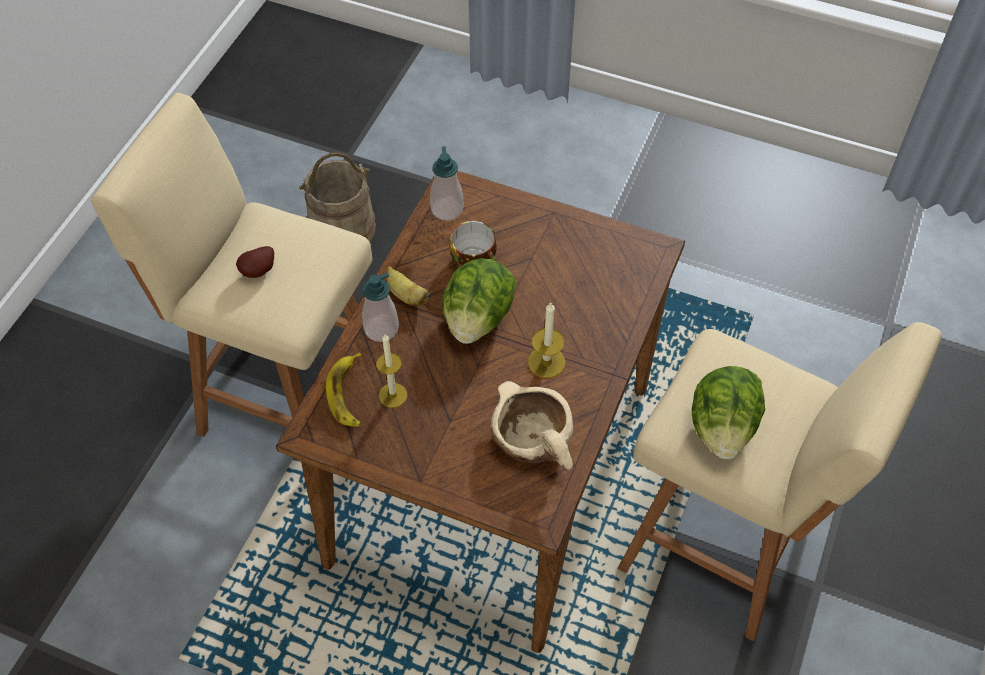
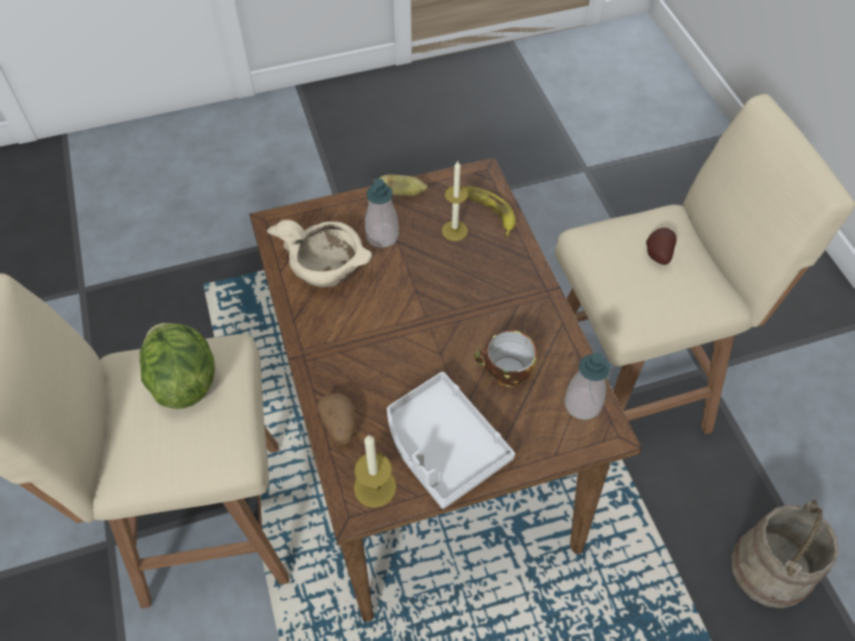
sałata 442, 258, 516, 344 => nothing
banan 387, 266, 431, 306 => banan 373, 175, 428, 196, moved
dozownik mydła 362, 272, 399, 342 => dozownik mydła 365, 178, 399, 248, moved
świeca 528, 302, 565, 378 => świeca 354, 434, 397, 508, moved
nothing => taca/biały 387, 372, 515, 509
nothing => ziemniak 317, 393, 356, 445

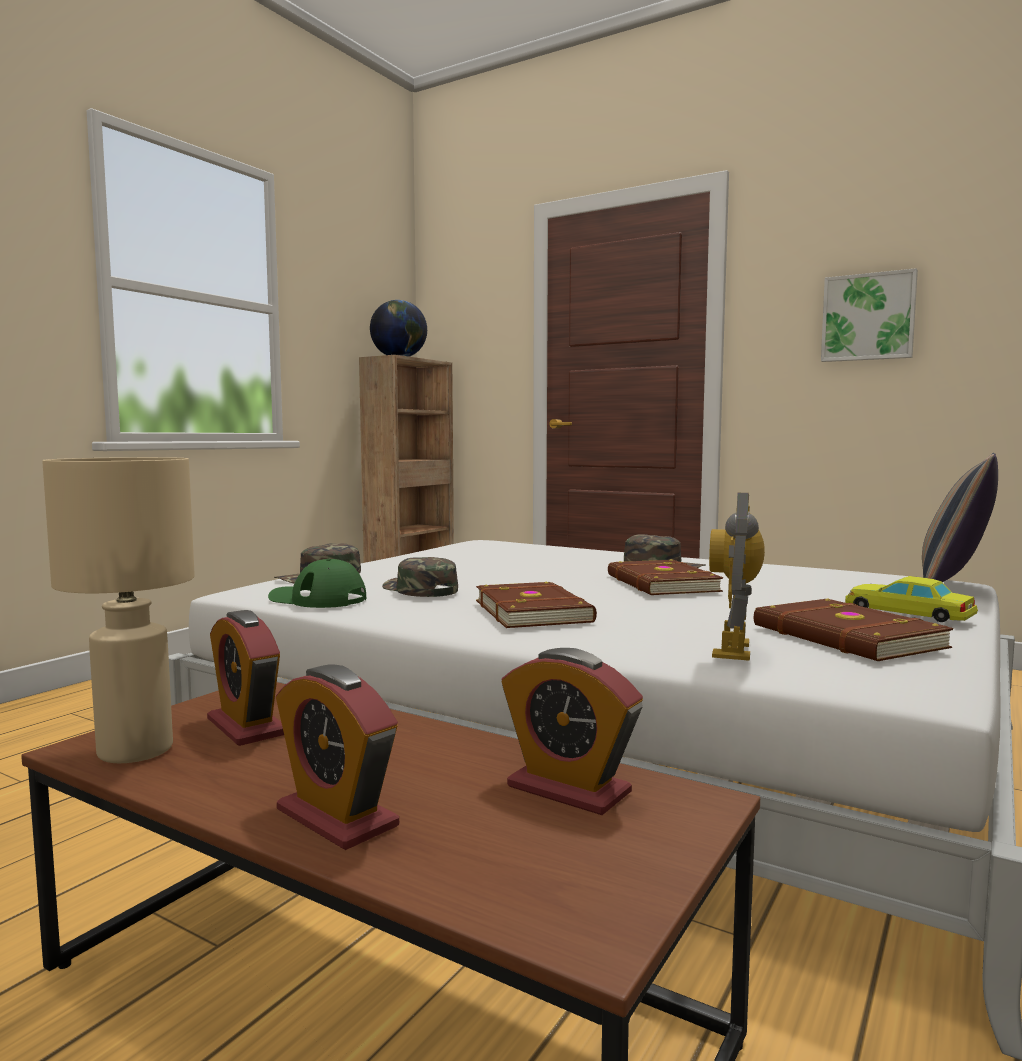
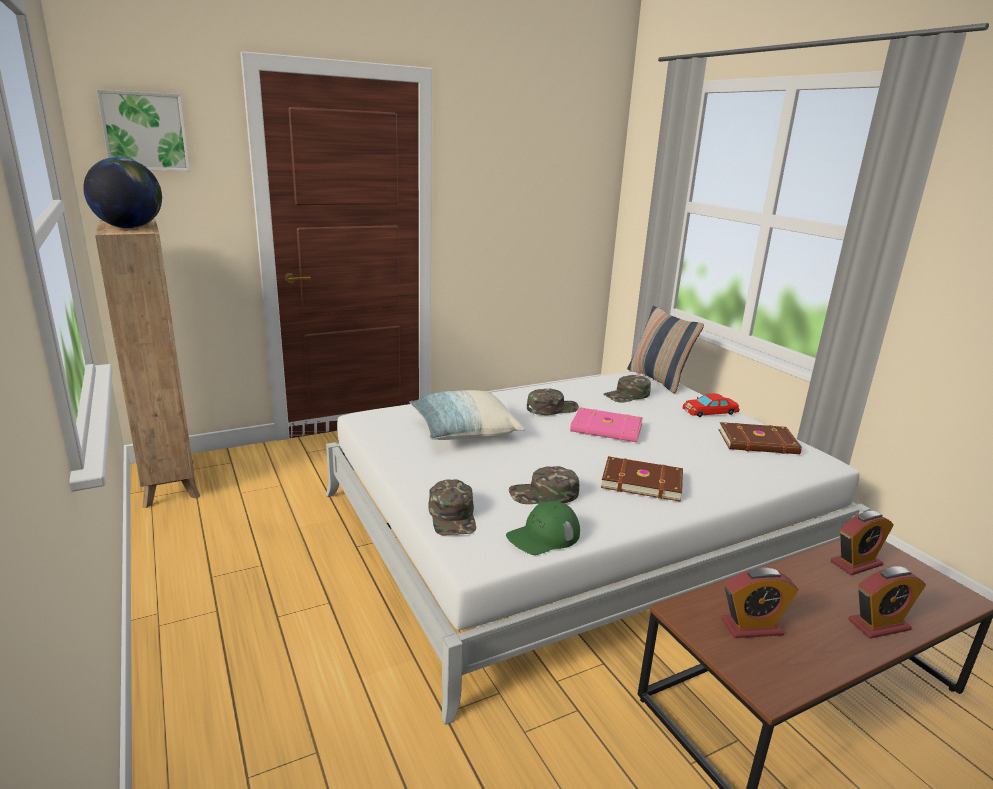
obraz 821, 268, 918, 362 => obraz 97, 89, 190, 171, moved
lampa stołowa/beżowy 42, 457, 195, 763 => nothing
robot zabawkowy 709, 493, 765, 661 => nothing
książka/brązowy 608, 559, 724, 595 => książka/różowy 570, 407, 643, 442
samochodzik/żółty 845, 576, 978, 622 => samochodzik/czerwony 683, 394, 740, 417
nothing => czapka z daszkiem/zielony 603, 375, 651, 403
nothing => poduszka 409, 390, 525, 440

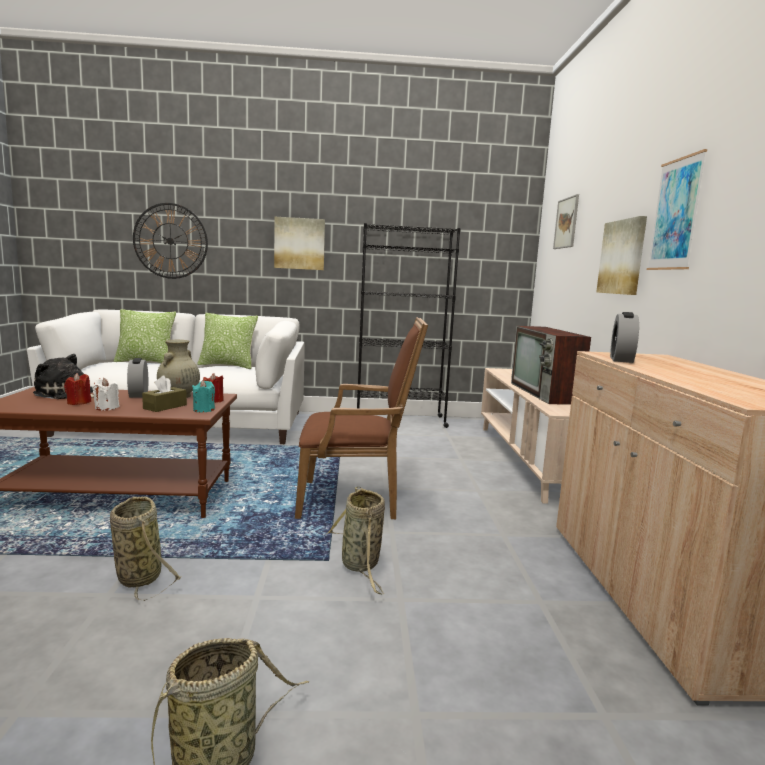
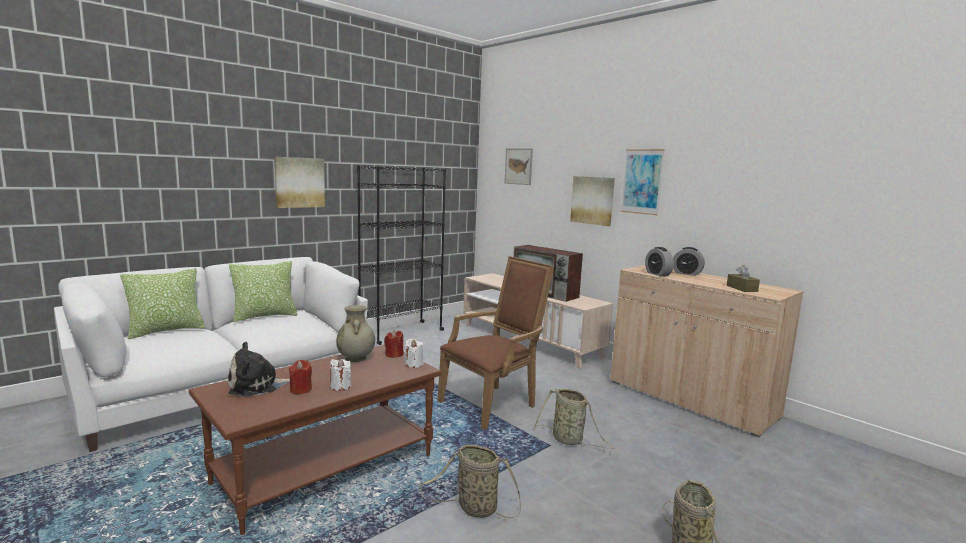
zegar ścienny 133, 203, 208, 279 => nothing
budzik 127, 358, 148, 398 => budzik 673, 247, 705, 276, moved
pudełko chusteczek/brązowy 142, 375, 187, 412 => pudełko chusteczek/brązowy 727, 265, 760, 292, moved
świeca/turkusowy 192, 380, 215, 412 => świeca/biały 404, 339, 424, 368

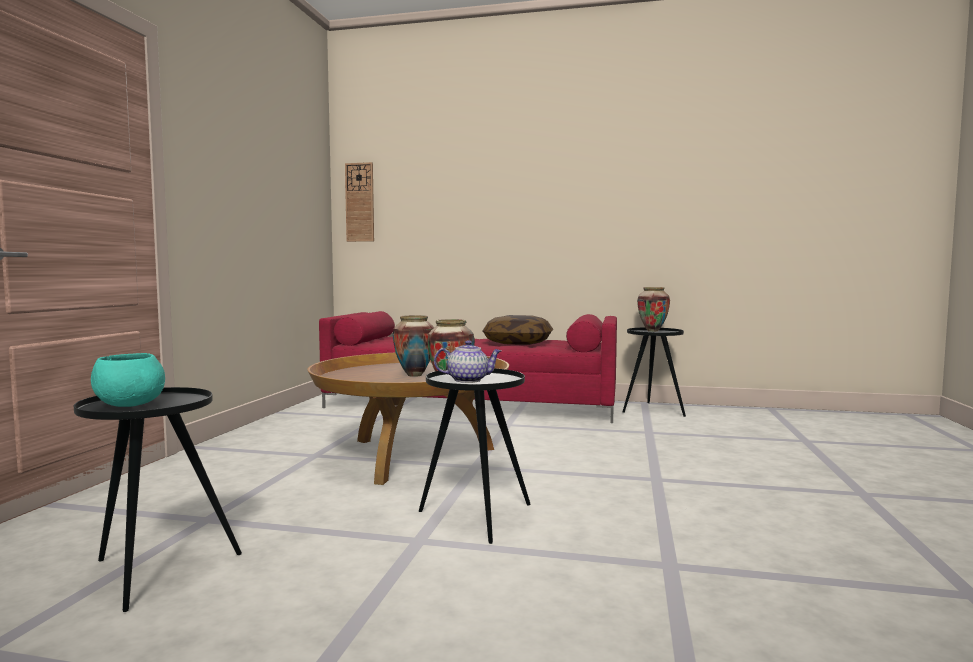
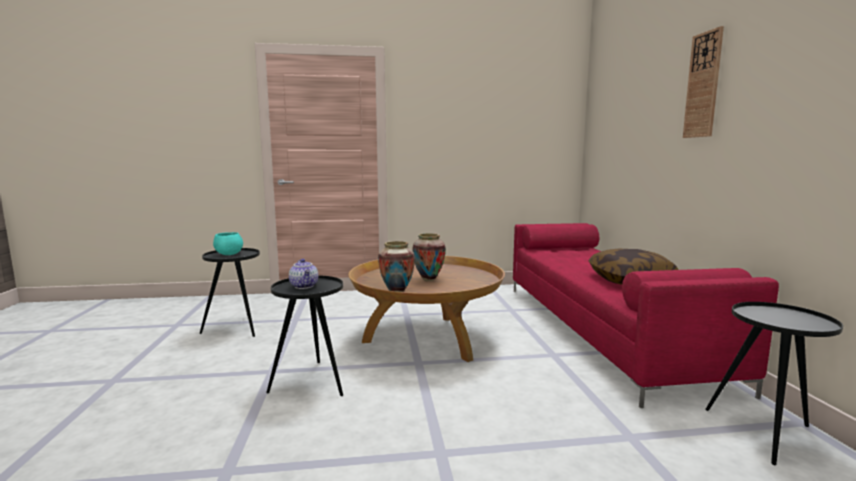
zegar ścienny 345, 162, 374, 242 => zegar ścienny 683, 26, 724, 138, moved
wazon 637, 287, 670, 332 => nothing

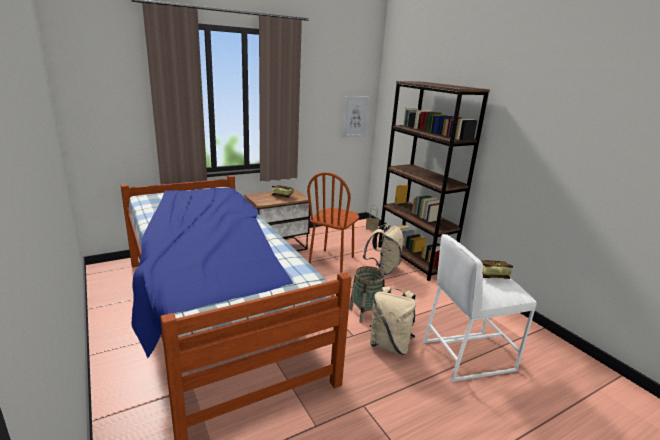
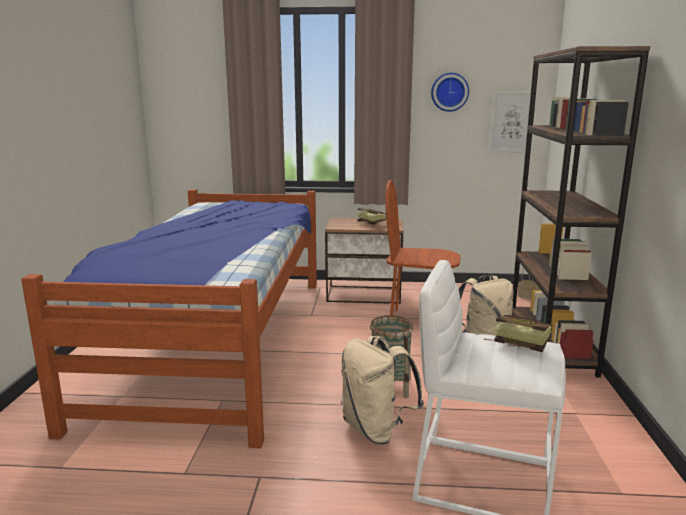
krzesło/brązowy 307, 172, 359, 273 => krzesło/brązowy 385, 180, 461, 315, 45 degrees clockwise
nothing => zegar ścienny 431, 73, 469, 112

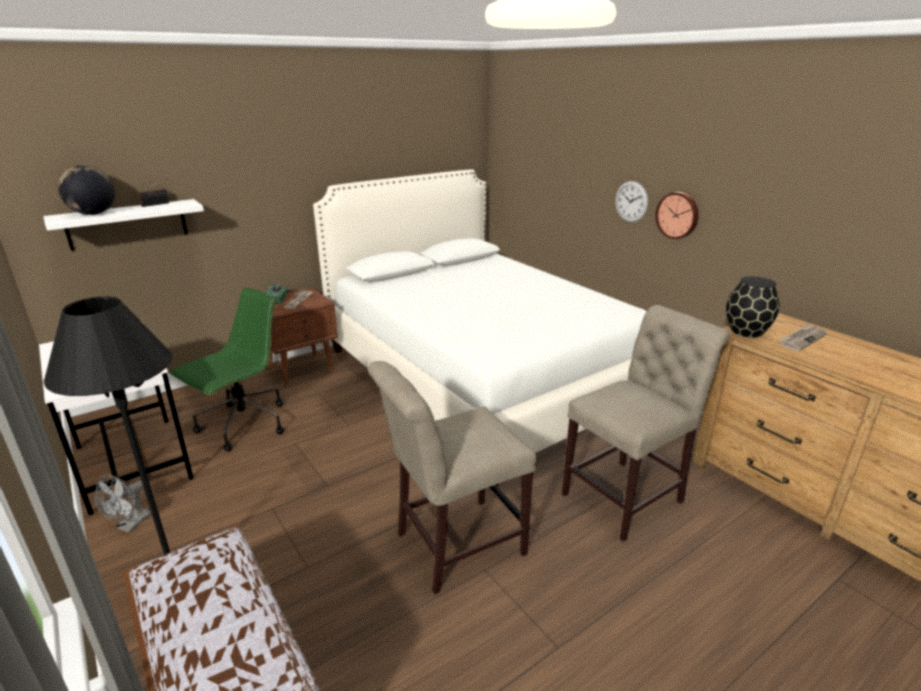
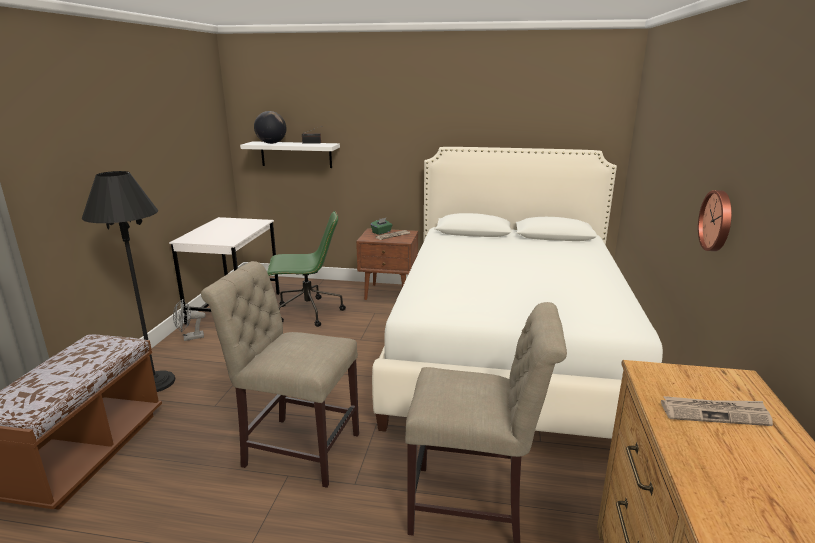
zegar ścienny 615, 181, 648, 222 => nothing
wazon/czarny 726, 276, 779, 338 => nothing

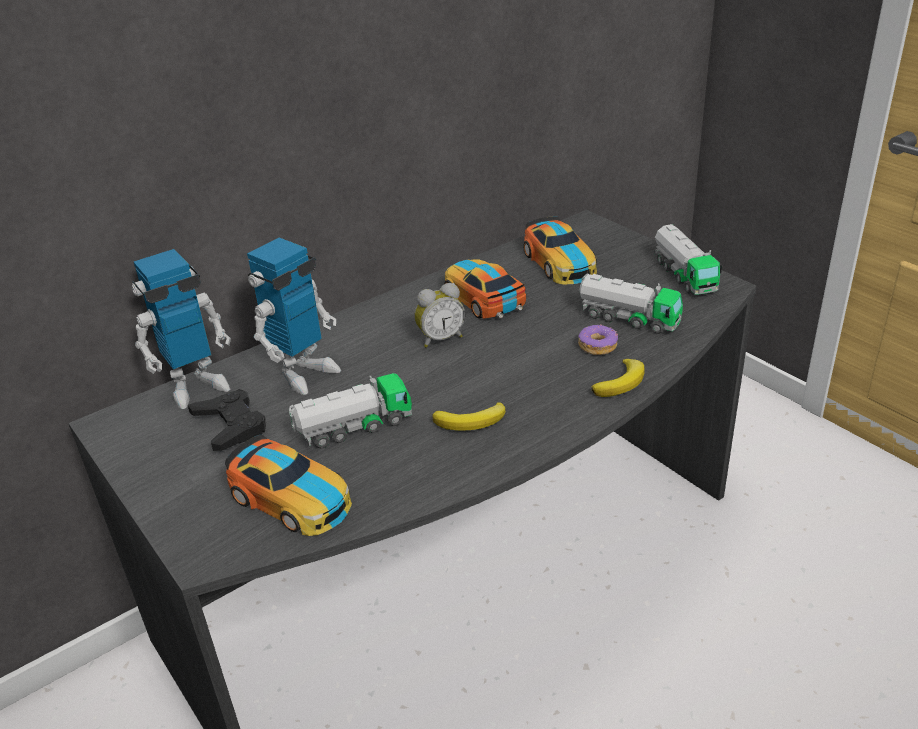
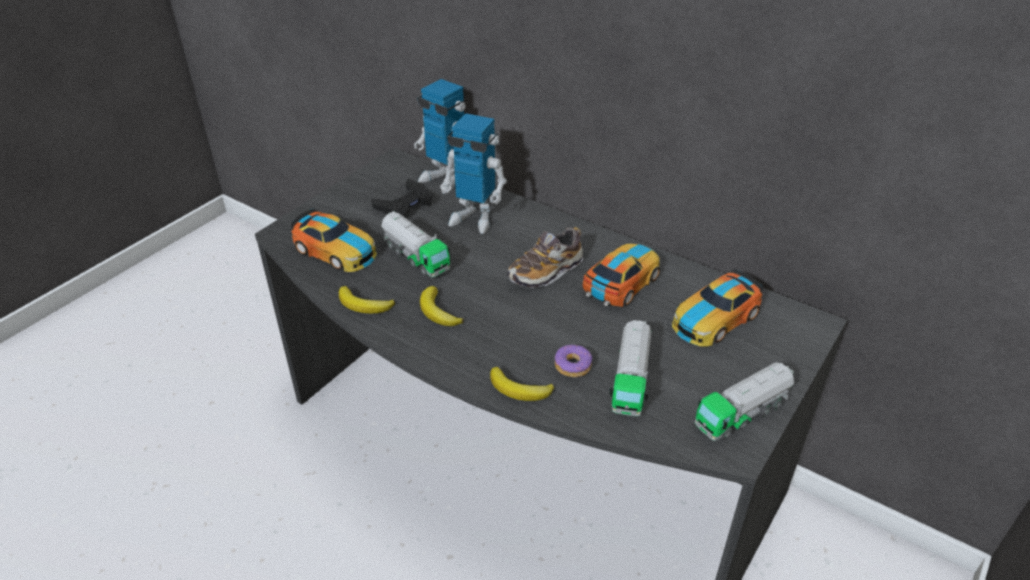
budzik 415, 283, 465, 348 => but 508, 227, 584, 288
samochodzik 225, 434, 352, 536 => samochodzik 291, 209, 377, 272, 75 degrees counterclockwise
nothing => banan 339, 286, 395, 313

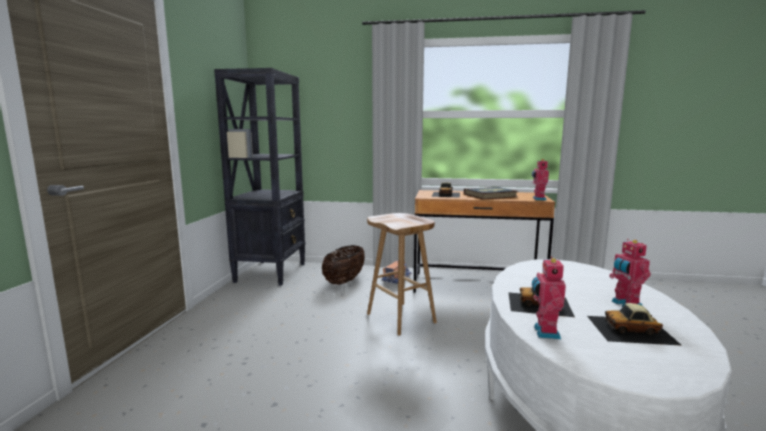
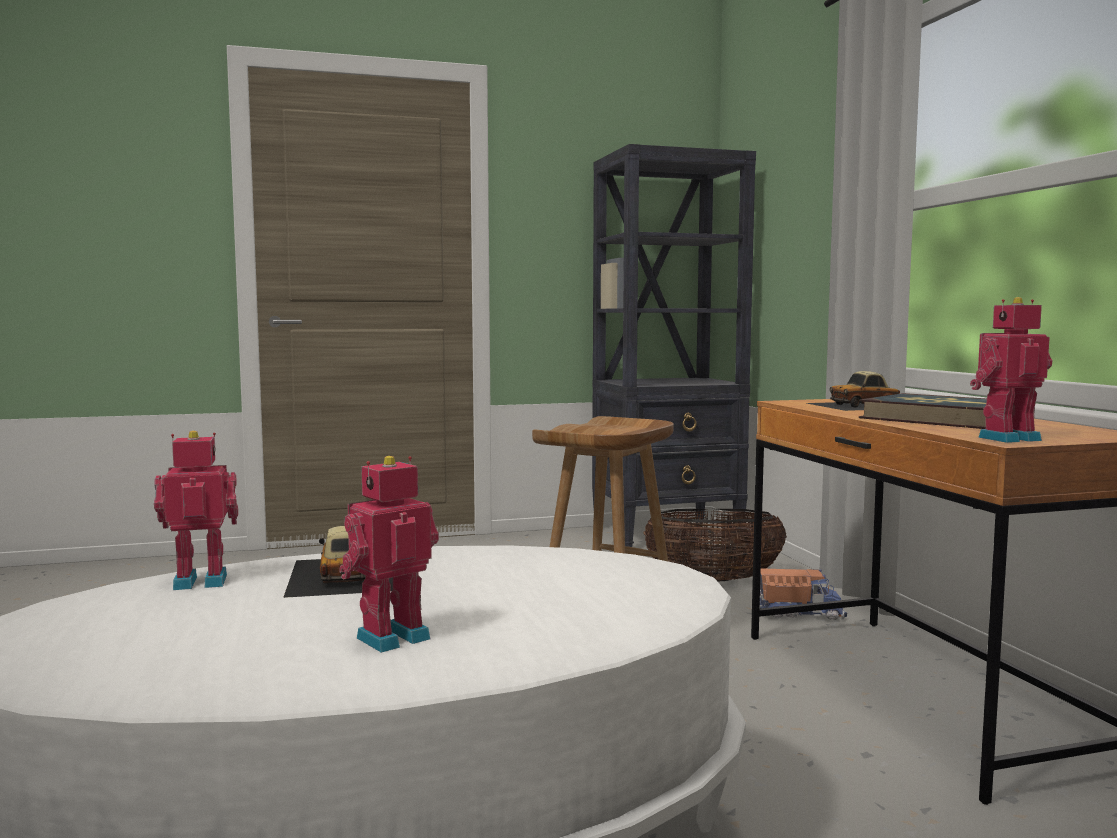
samochodzik 587, 303, 682, 346 => nothing

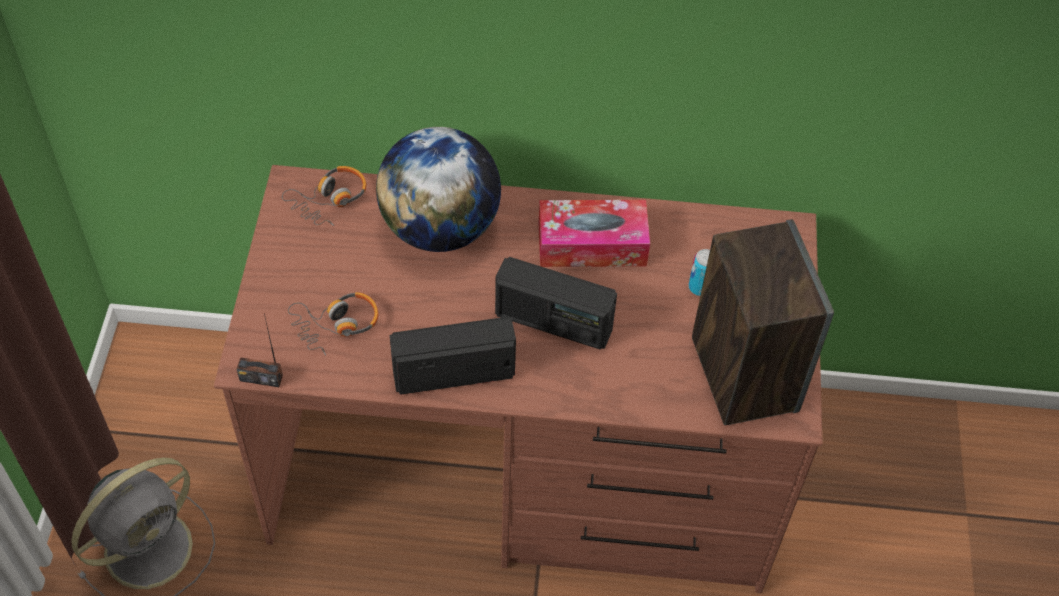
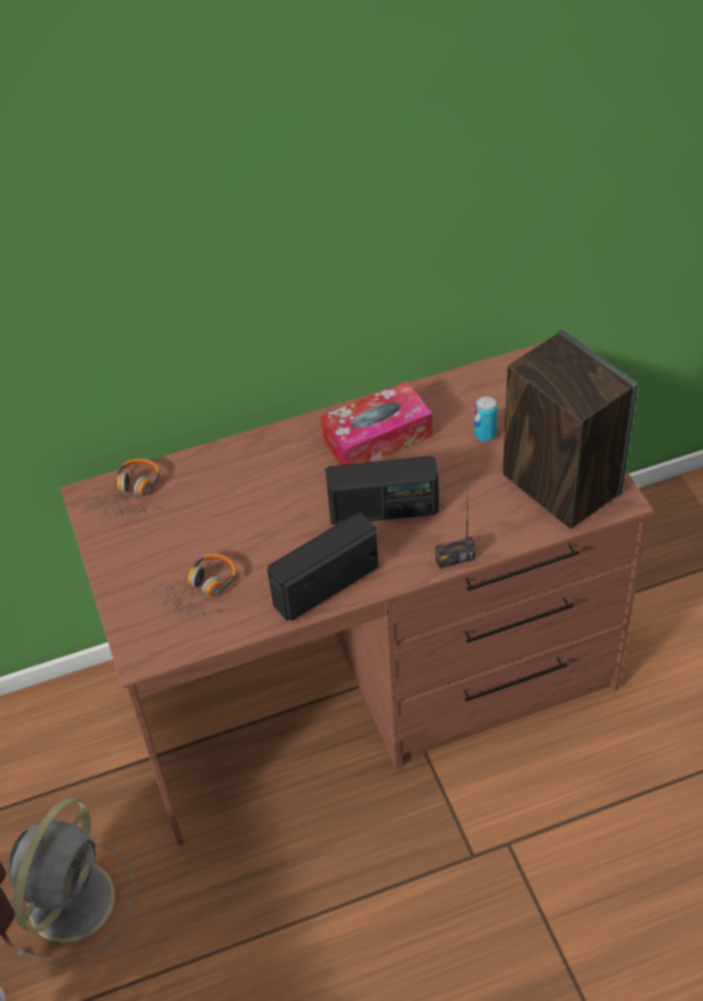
globus 376, 127, 501, 252 => nothing
radio 237, 314, 283, 387 => radio 435, 488, 476, 569, moved

